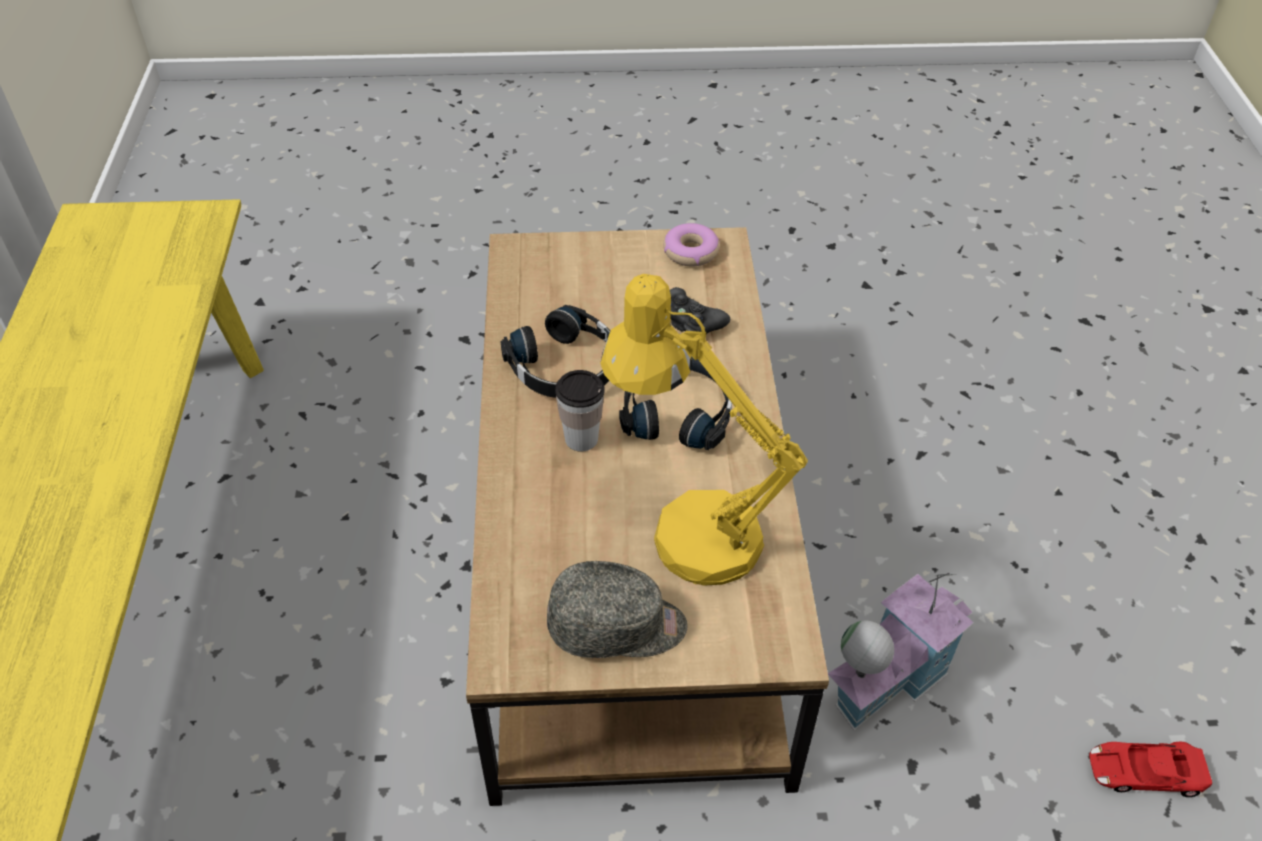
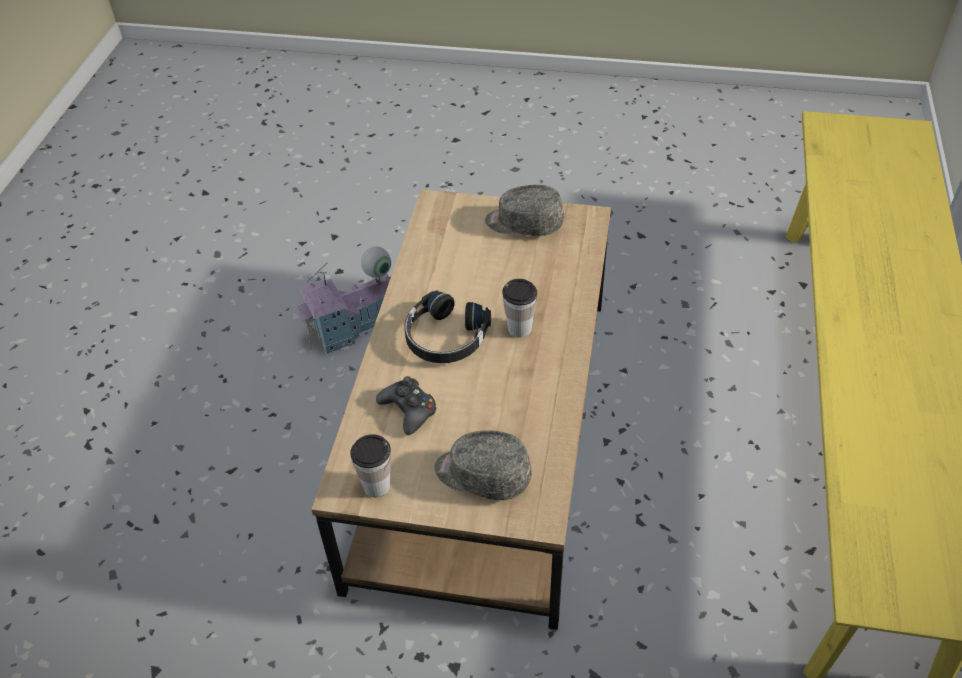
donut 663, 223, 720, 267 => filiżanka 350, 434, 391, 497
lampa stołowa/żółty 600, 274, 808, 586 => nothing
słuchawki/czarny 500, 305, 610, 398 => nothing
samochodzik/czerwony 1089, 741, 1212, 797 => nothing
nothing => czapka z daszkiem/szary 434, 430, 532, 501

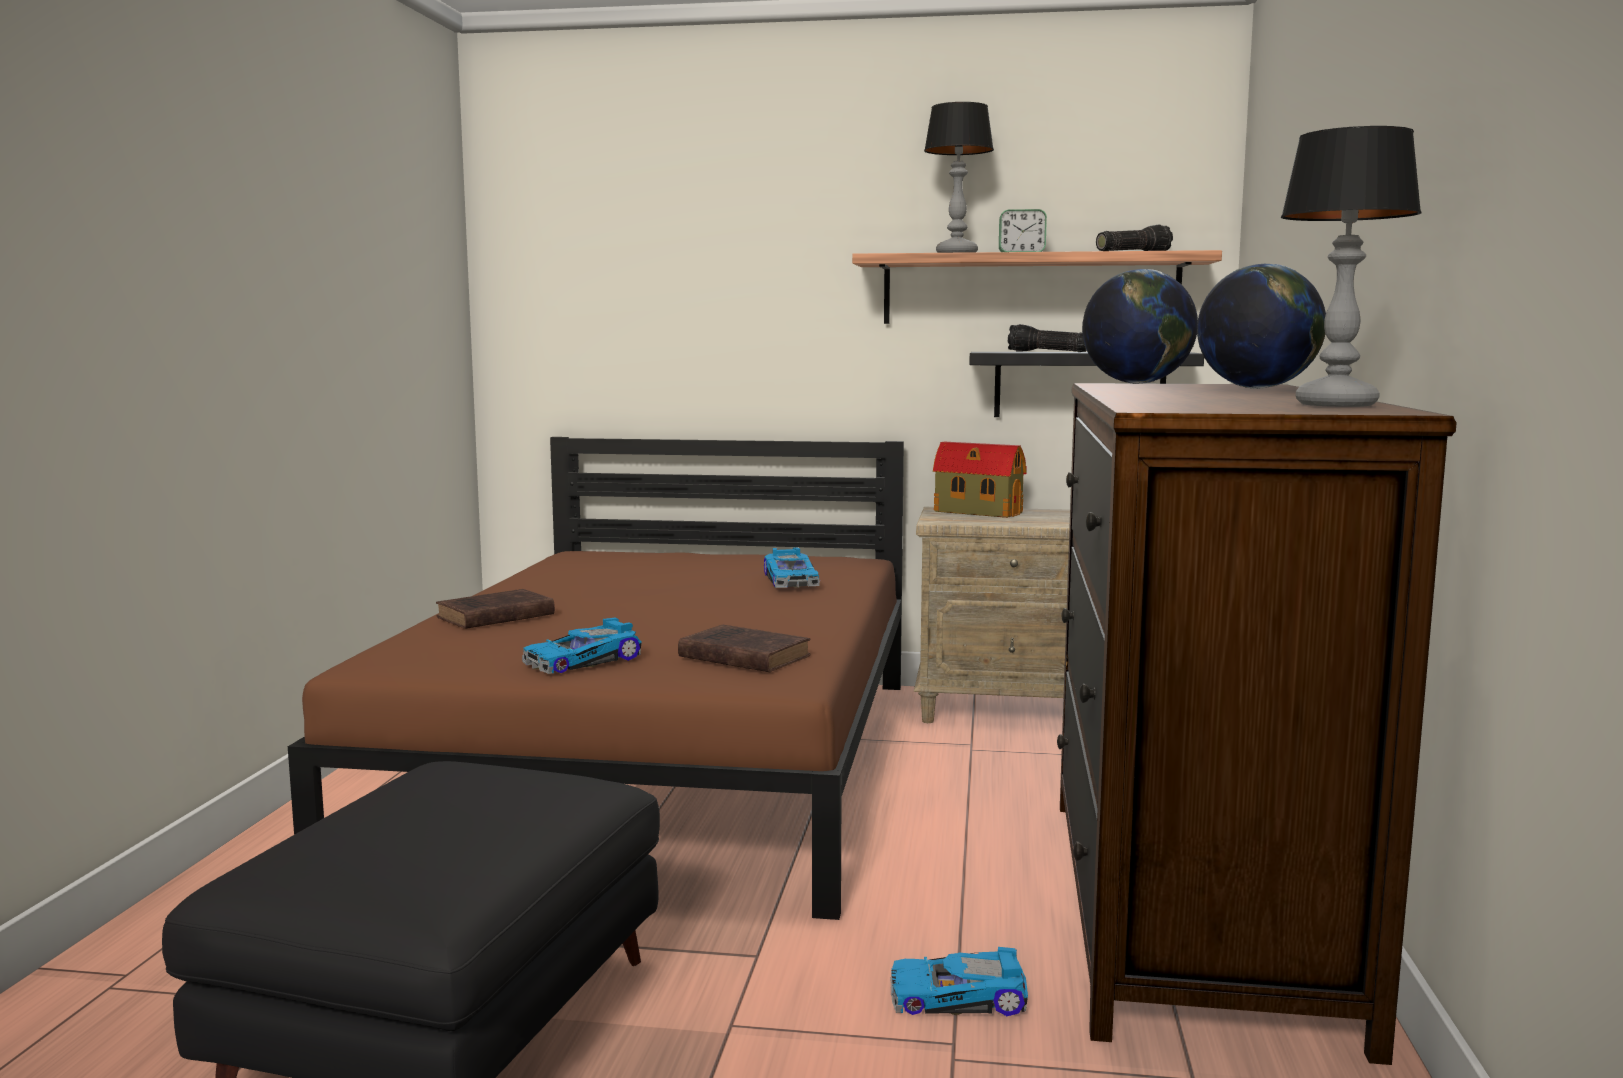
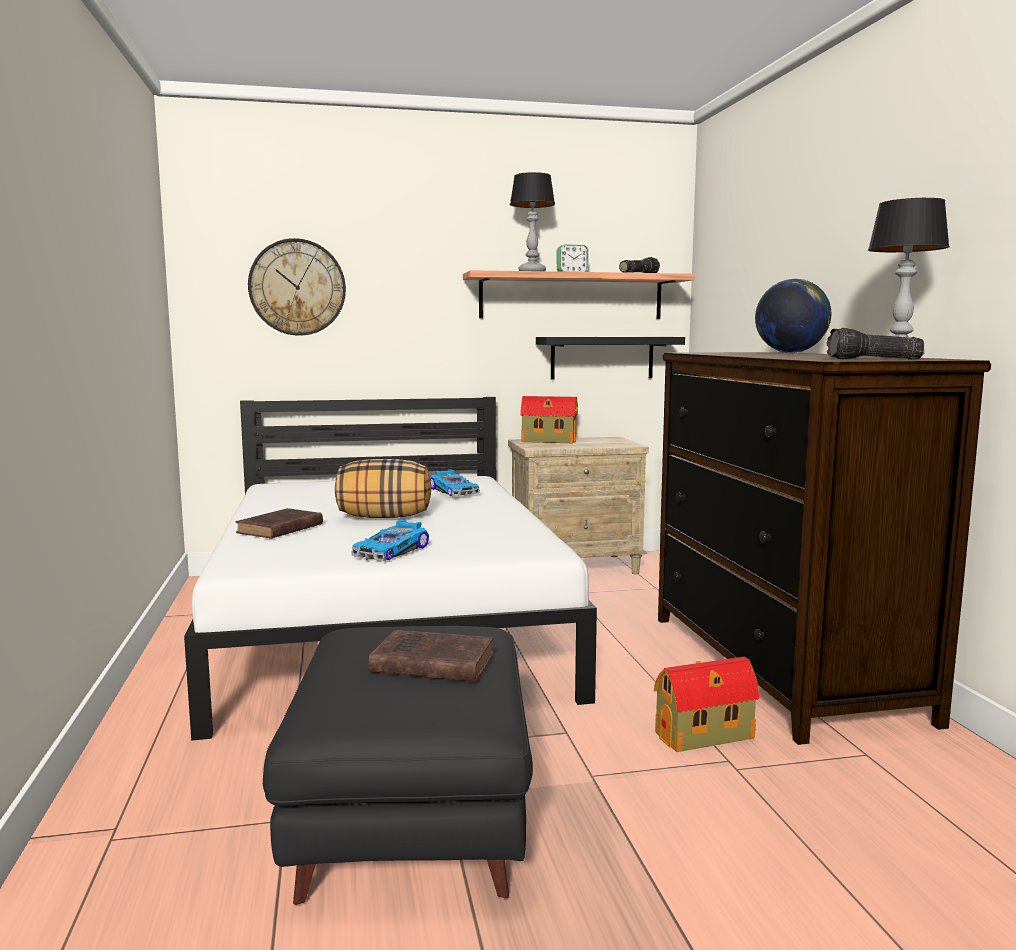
globus 1082, 269, 1198, 384 => nothing
latarka 1008, 324, 1087, 352 => latarka 827, 328, 924, 360, moved
łóżko/brązowy 288, 437, 904, 920 => łóżko/biały 184, 397, 597, 741
książka/brązowy 678, 625, 811, 672 => książka/brązowy 369, 630, 494, 682, moved
samochodzik 890, 947, 1028, 1016 => domek 654, 657, 760, 752
nothing => zegar ścienny 248, 238, 346, 336
nothing => poduszka 335, 459, 431, 518

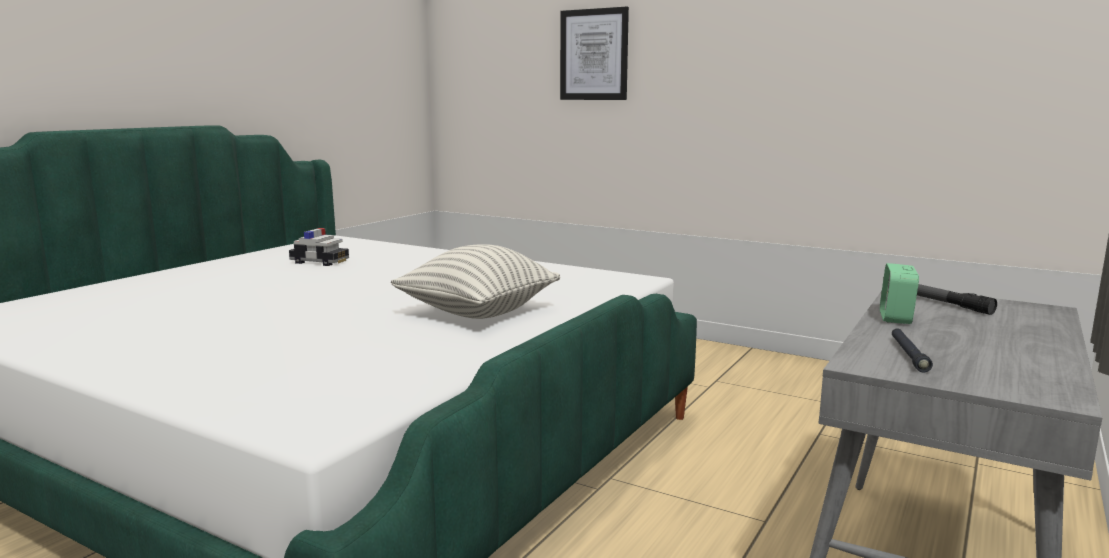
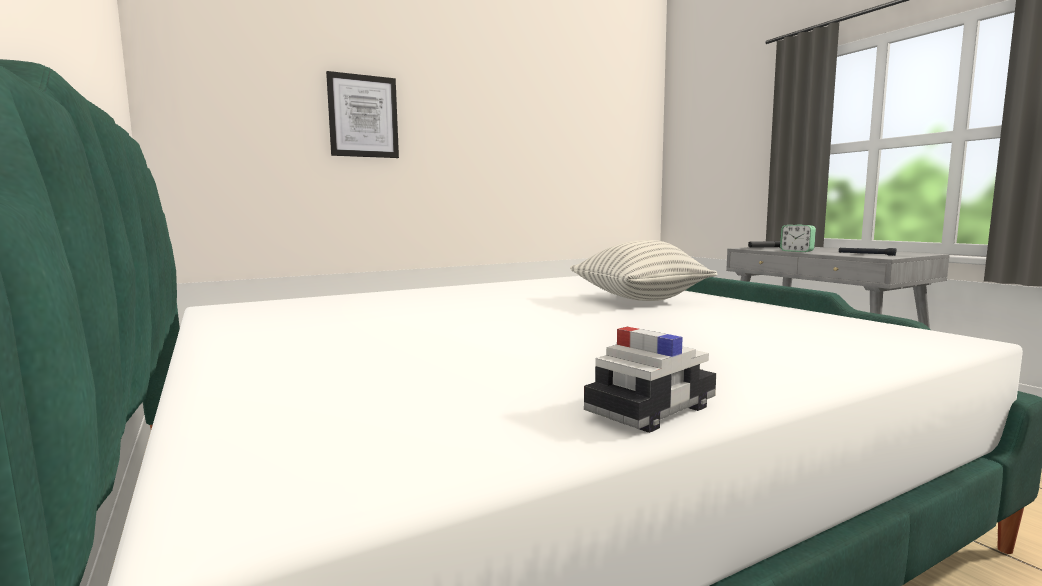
samochodzik 289, 228, 349, 266 => samochodzik 584, 327, 716, 433, moved

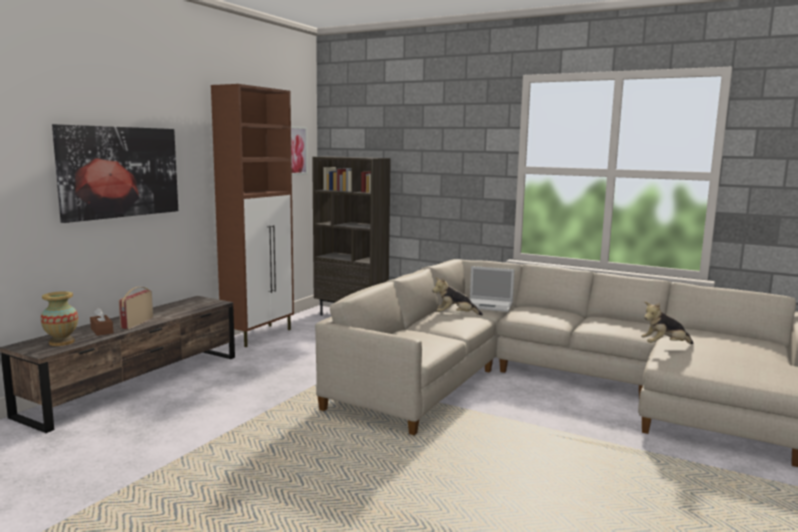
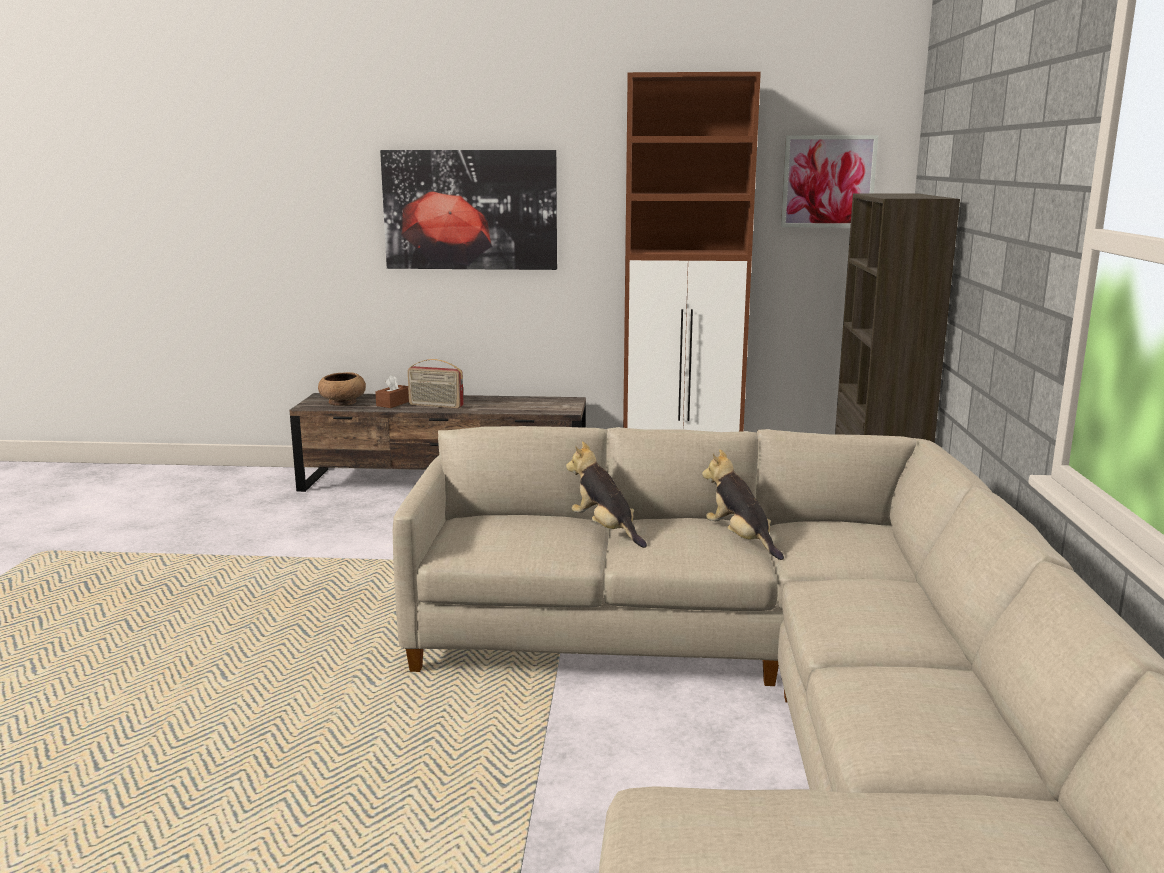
laptop 470, 266, 515, 312 => nothing
radio 119, 287, 153, 329 => radio 407, 359, 464, 408, 150 degrees counterclockwise
wazon 41, 291, 78, 346 => miska/brązowy 318, 372, 366, 406
pluszak 641, 302, 694, 344 => pluszak 566, 441, 647, 548, moved

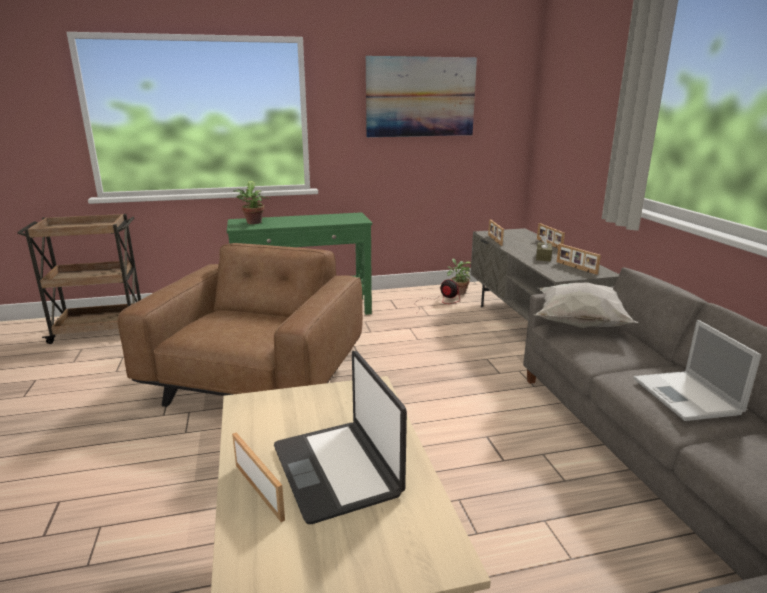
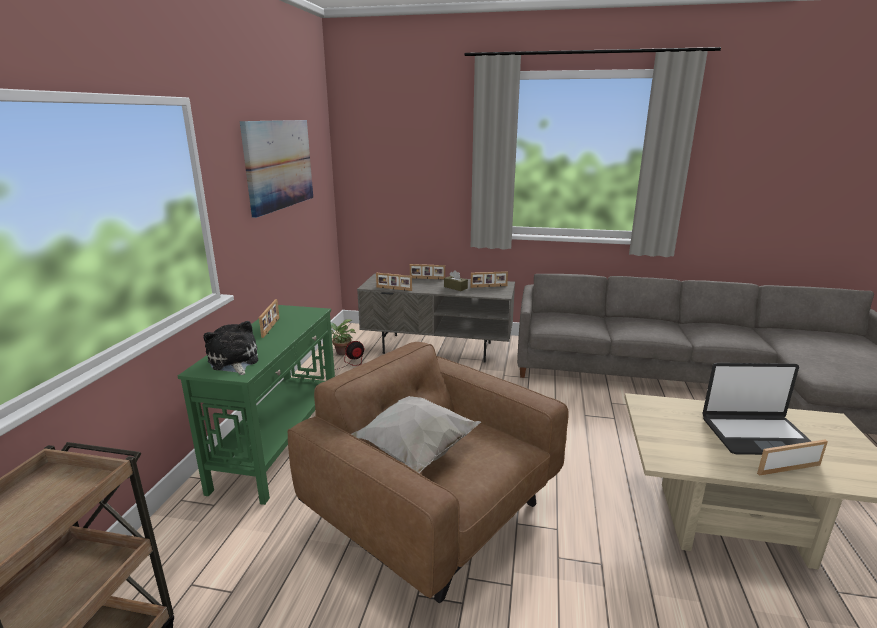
roślina doniczkowa 233, 181, 270, 224 => pluszak 203, 321, 258, 375
poduszka/biały 534, 283, 638, 328 => poduszka/biały 352, 396, 481, 473, moved
laptop 633, 320, 761, 421 => nothing
nothing => ramka na zdjęcie 259, 299, 280, 338

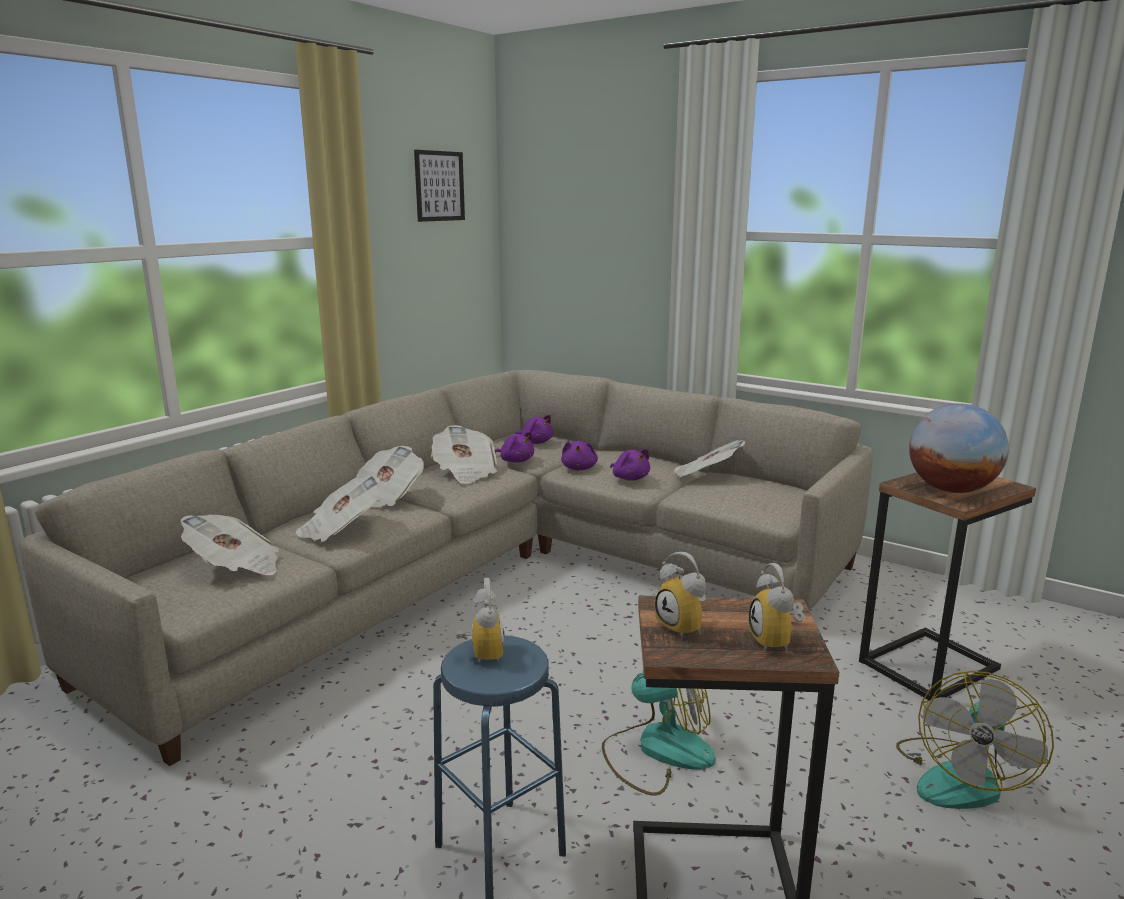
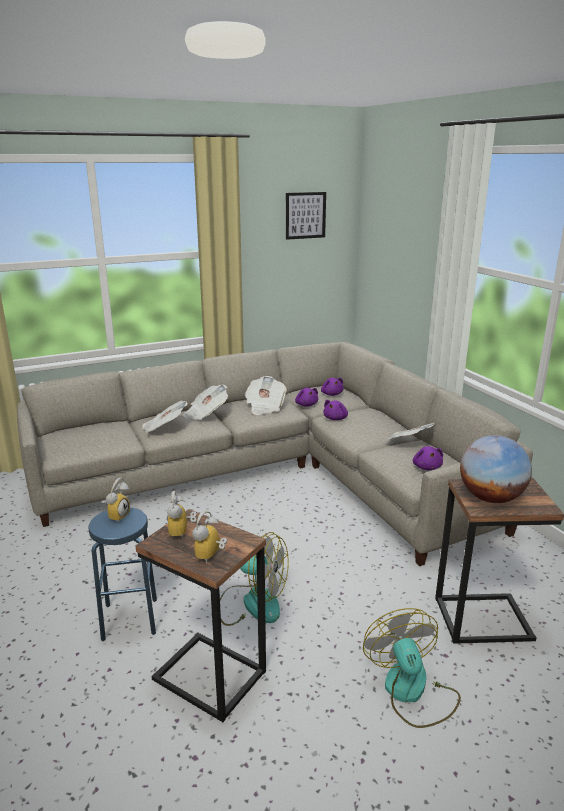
pluszak/fioletowy 610, 449, 650, 481 => pluszak/fioletowy 413, 446, 443, 470, moved
gazeta 181, 515, 279, 575 => nothing
wentylator 896, 671, 1054, 809 => wentylator 363, 608, 461, 728, 105 degrees clockwise

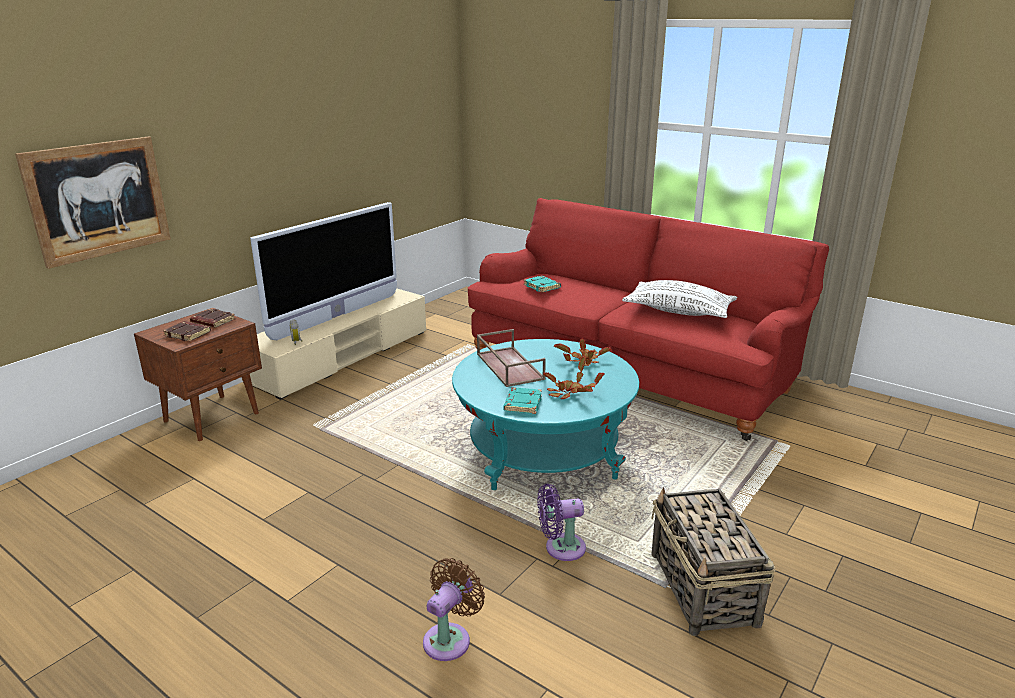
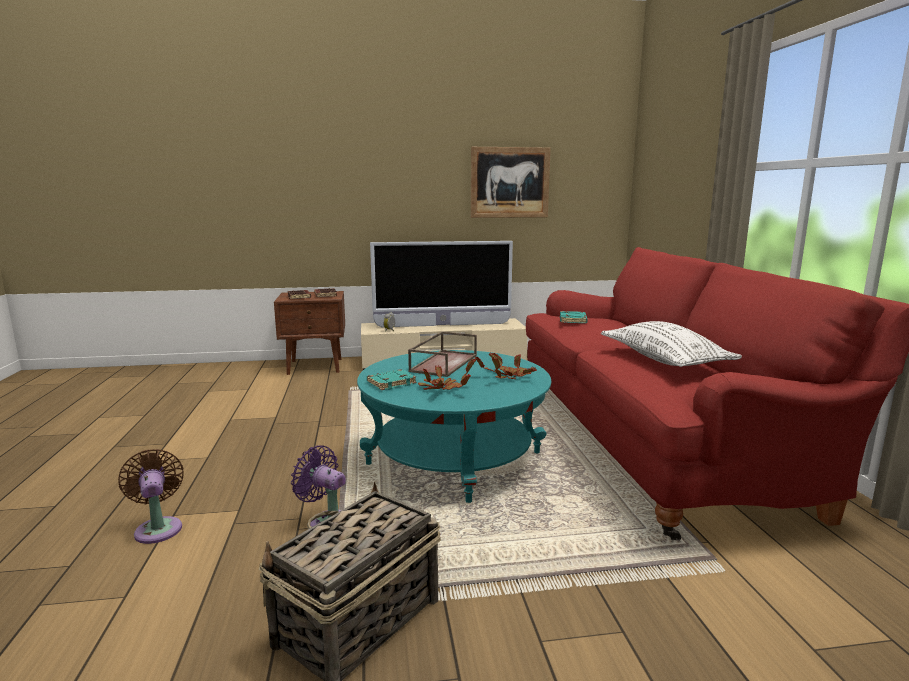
obraz 15, 136, 171, 269 => obraz 471, 147, 551, 218, moved
wentylator/brązowy 423, 558, 485, 661 => wentylator/brązowy 118, 449, 184, 544, 105 degrees counterclockwise

